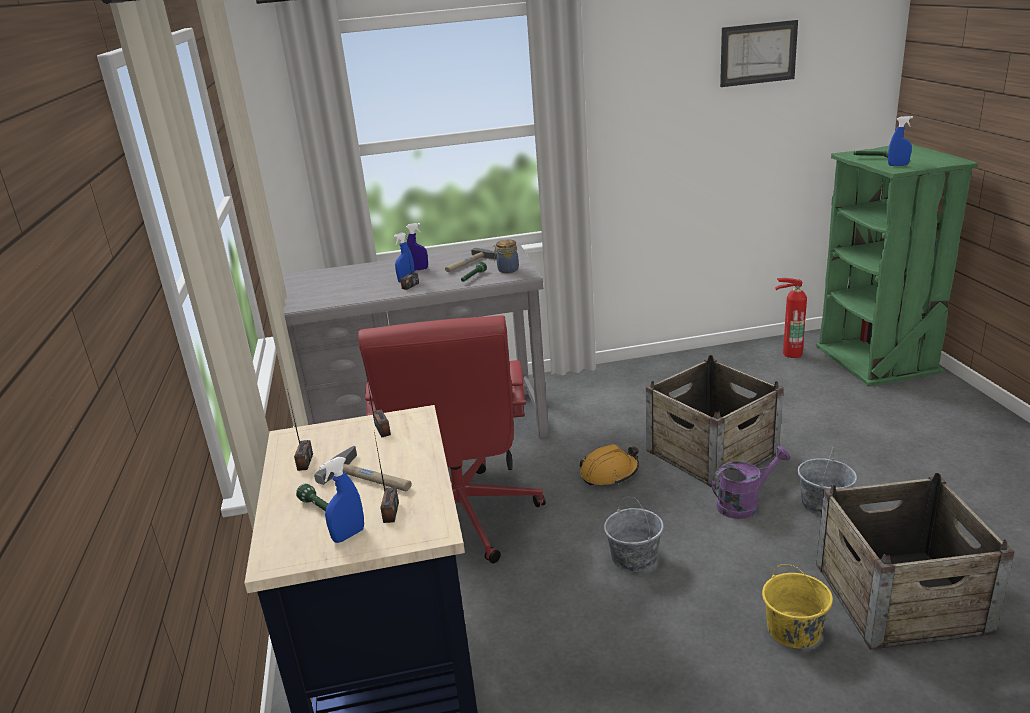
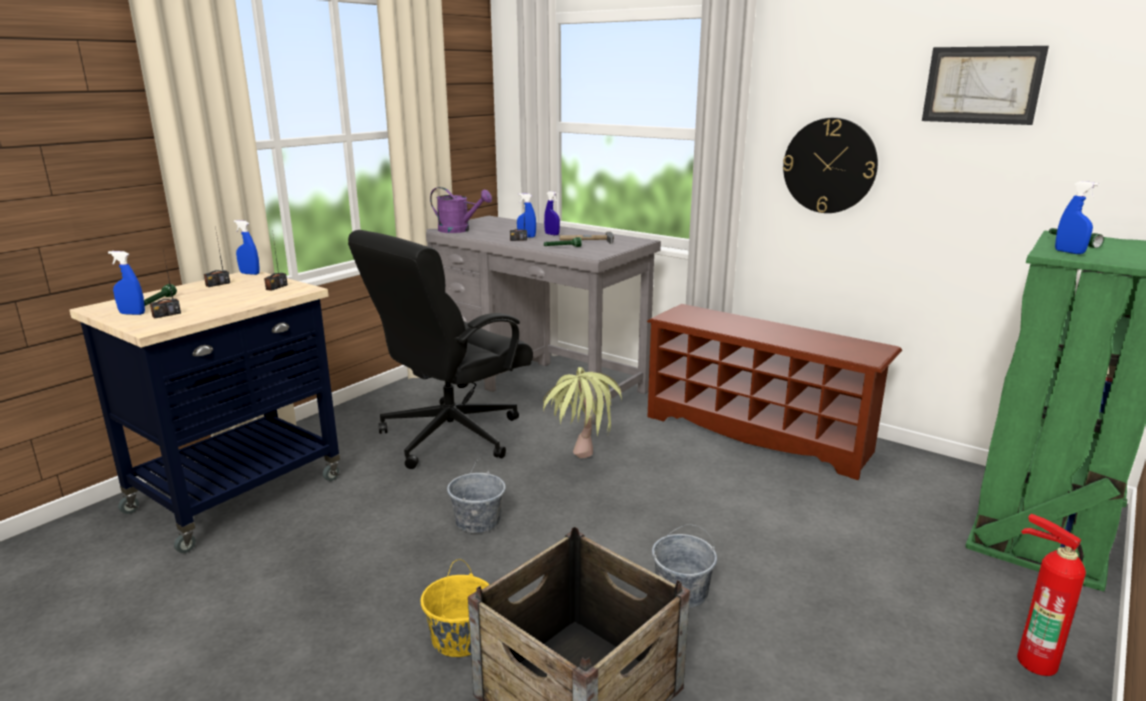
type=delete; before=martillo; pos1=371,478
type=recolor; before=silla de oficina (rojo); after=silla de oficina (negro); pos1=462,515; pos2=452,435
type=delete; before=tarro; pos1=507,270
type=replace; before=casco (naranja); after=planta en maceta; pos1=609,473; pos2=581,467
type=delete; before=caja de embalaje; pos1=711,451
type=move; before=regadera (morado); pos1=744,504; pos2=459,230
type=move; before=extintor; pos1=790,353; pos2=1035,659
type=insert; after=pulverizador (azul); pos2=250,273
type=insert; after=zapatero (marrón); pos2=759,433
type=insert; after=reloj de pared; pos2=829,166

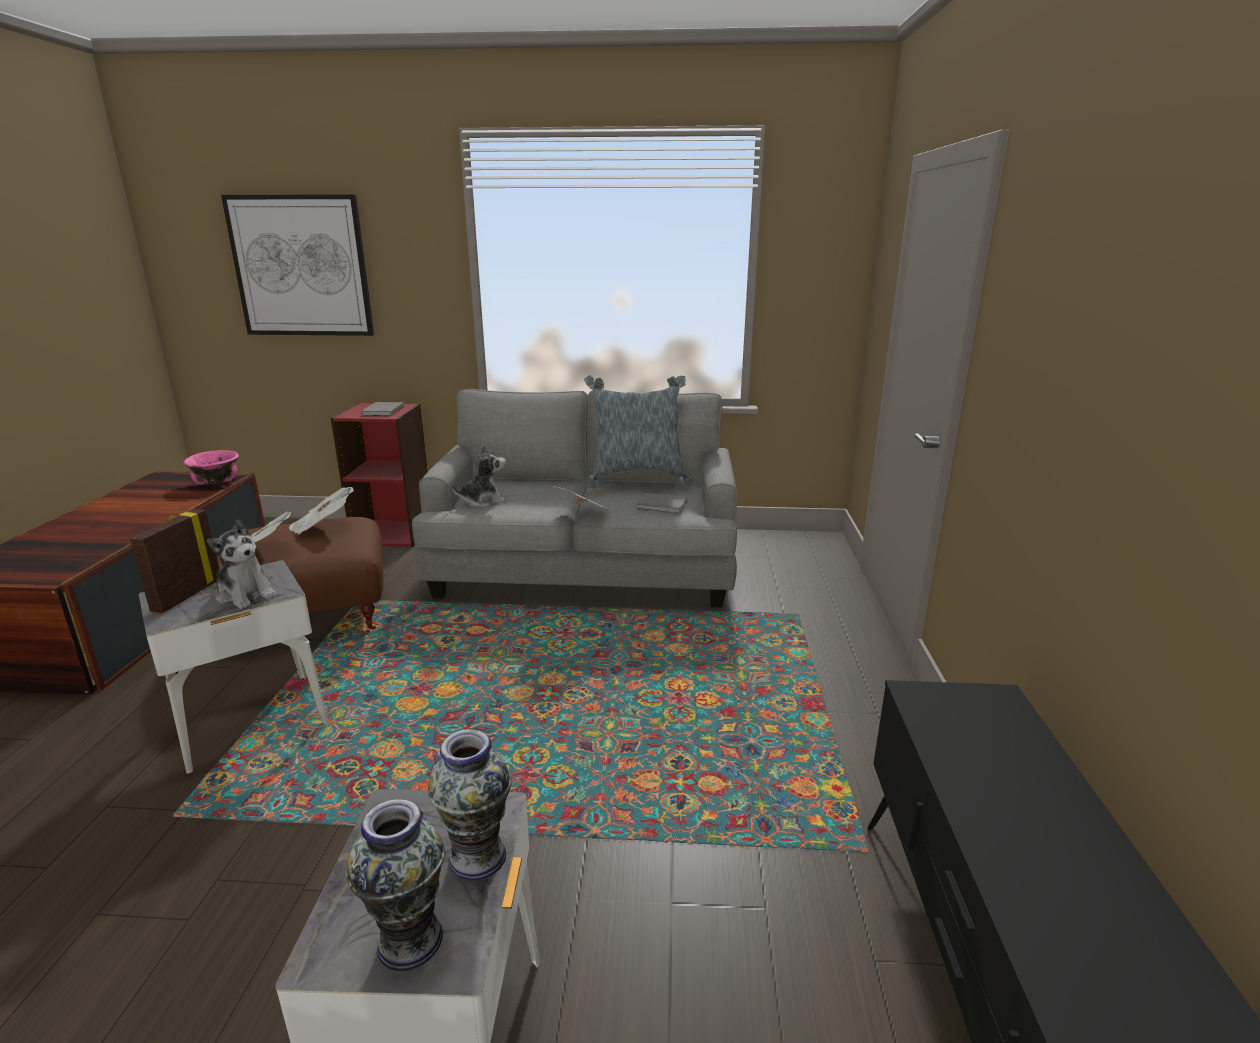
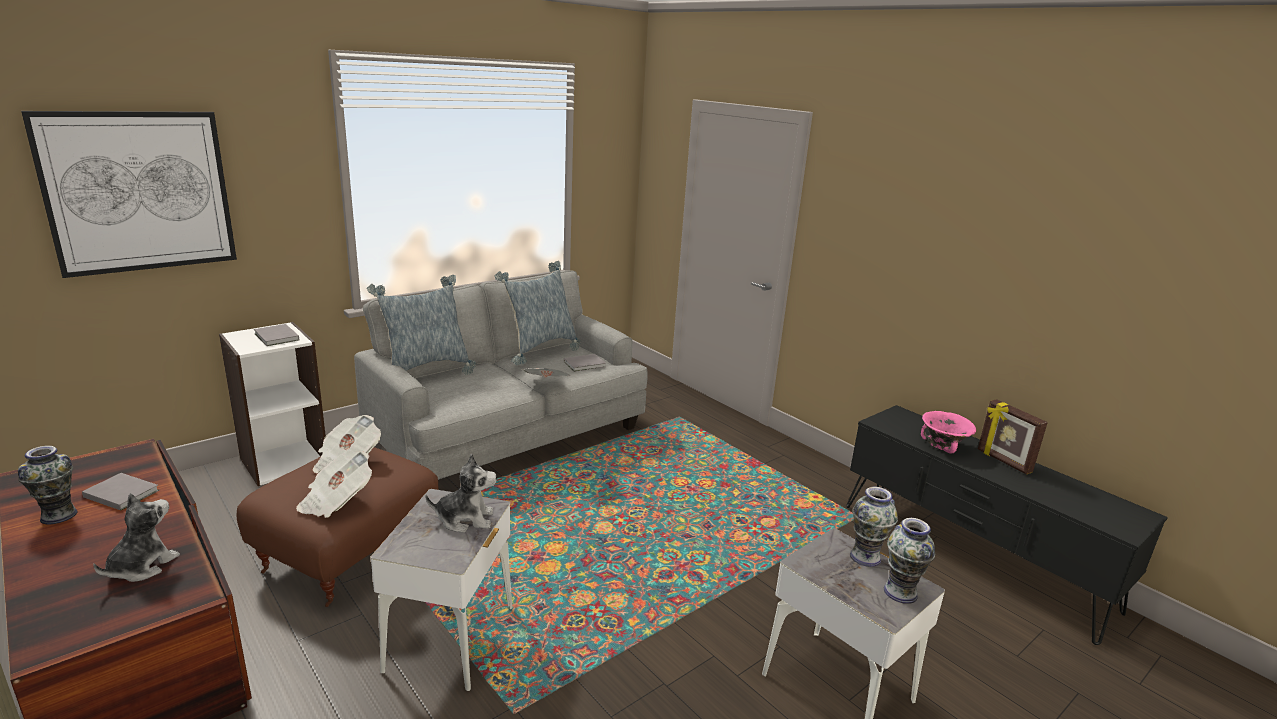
type=move; before=portarretratos; pos1=186,595; pos2=1003,461
type=move; before=cuenco (rosa); pos1=217,482; pos2=942,446
type=recolor; before=estantería (rojo); after=estantería (blanco); pos1=393,533; pos2=284,461
type=move; before=peluche; pos1=483,501; pos2=142,566
type=insert; after=florero; pos2=59,516
type=insert; after=libro (gris); pos2=121,493
type=insert; after=cojín; pos2=424,376

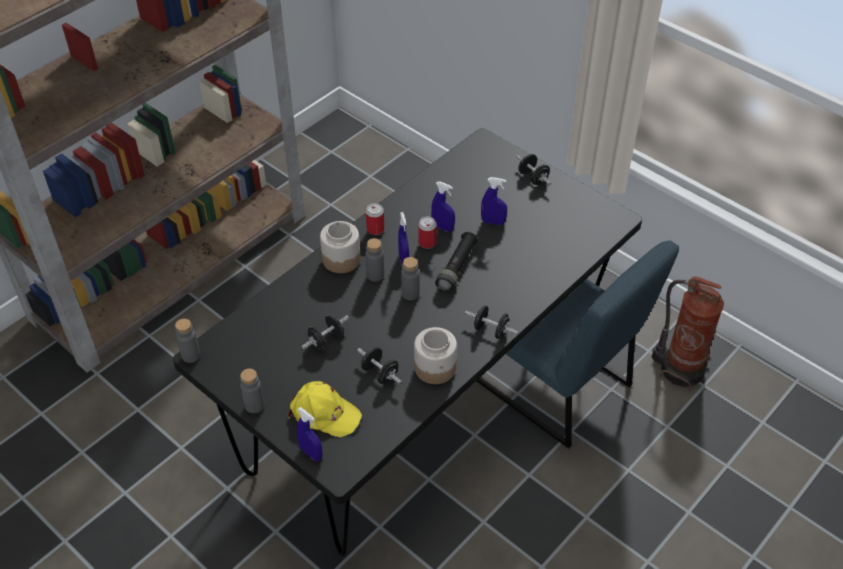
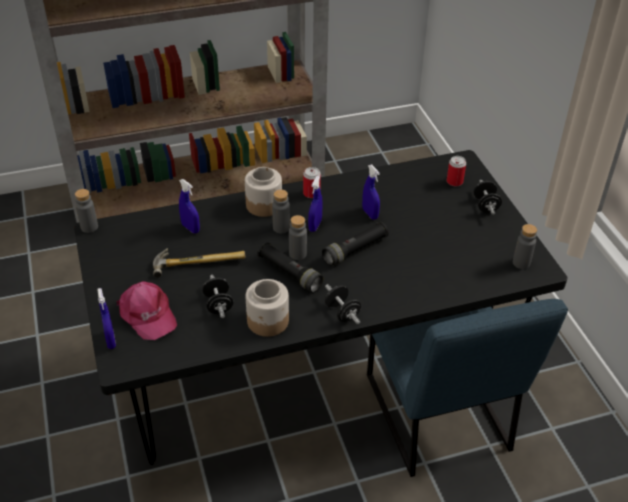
type=move; before=botella (gris); pos1=254,405; pos2=521,263
type=recolor; before=gorra (amarillo); after=gorra (rosa); pos1=323,413; pos2=147,315
type=replace; before=mancuerna (negro); after=martillo; pos1=326,340; pos2=198,261
type=move; before=lata; pos1=427,242; pos2=454,182
type=move; before=pulverizador (azul); pos1=493,222; pos2=190,228
type=delete; before=extintor; pos1=680,368
type=insert; after=linterna (negro); pos2=290,273

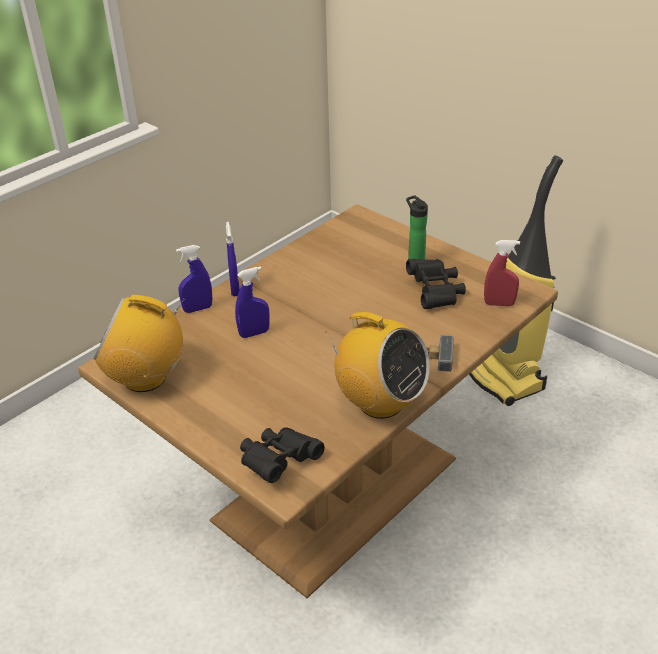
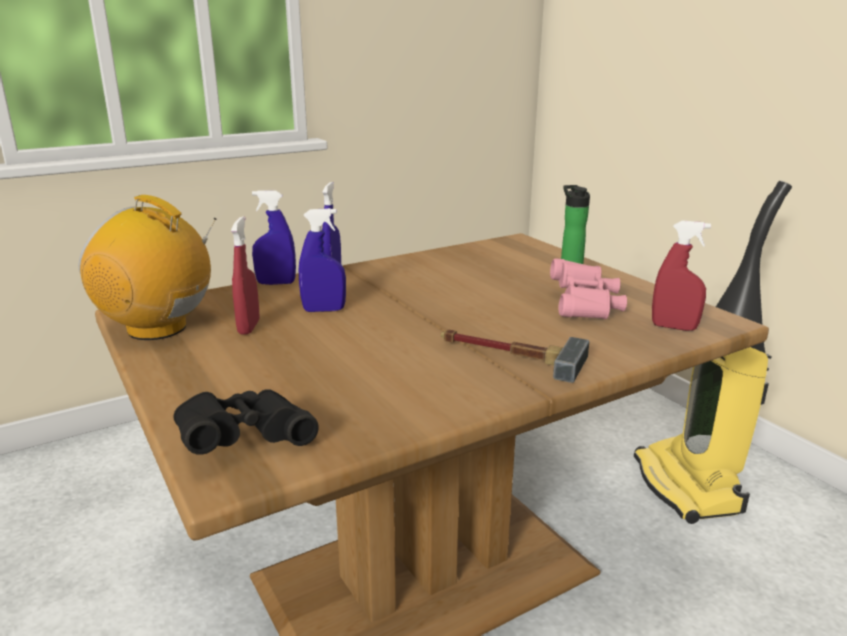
type=delete; before=radio; pos1=380,403
type=recolor; before=prismáticos (negro); after=prismáticos (rosa); pos1=435,293; pos2=585,307
type=insert; after=pulverizador (rojo); pos2=249,327

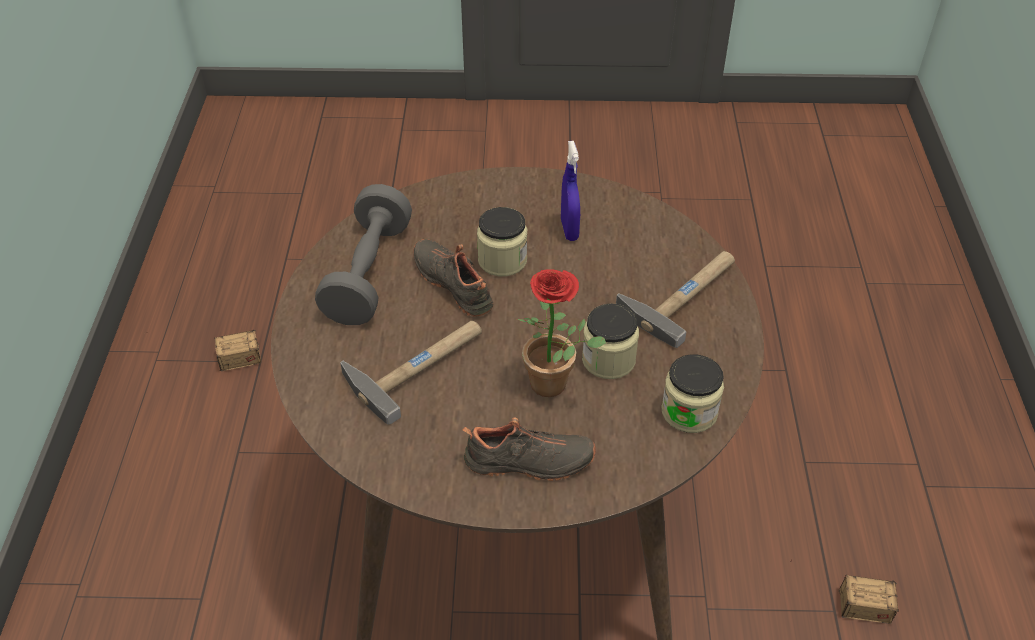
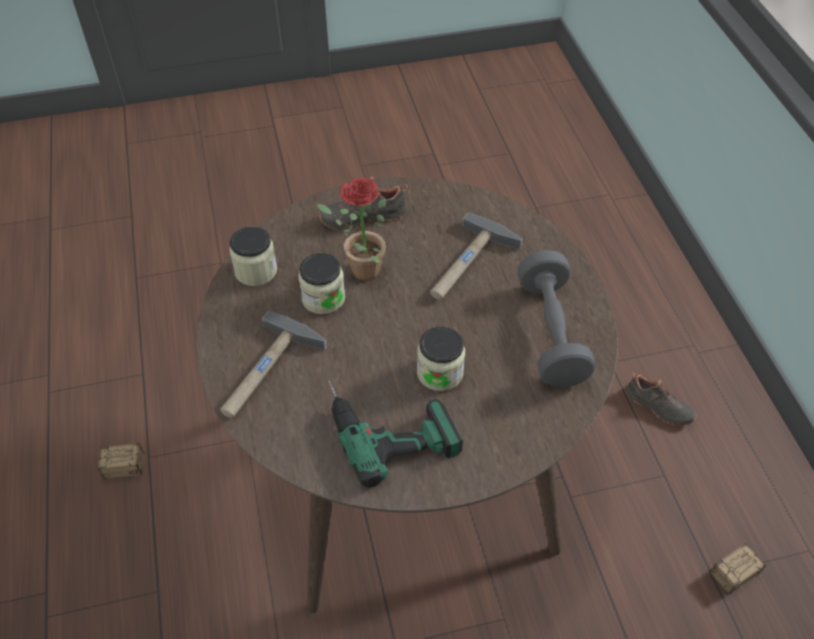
type=move; before=zapato (negro); pos1=455,283; pos2=658,407
type=replace; before=pulverizador (azul); after=taladro; pos1=569,230; pos2=388,423

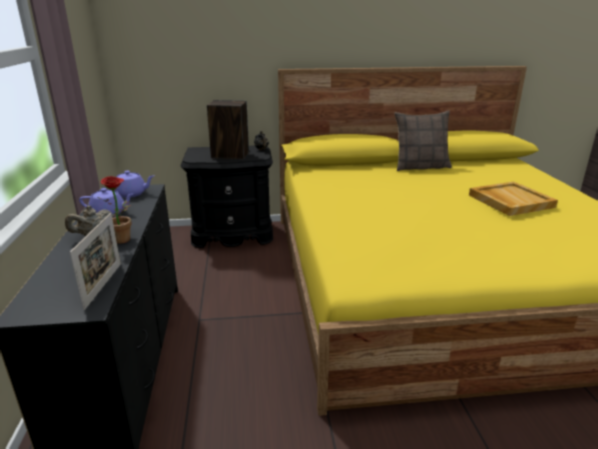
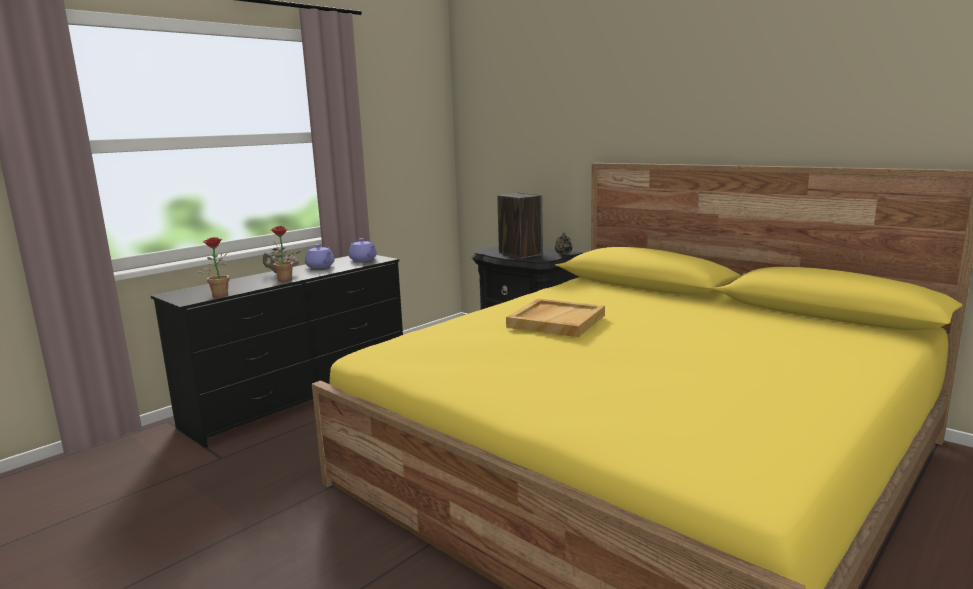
type=replace; before=portarretratos; after=planta en maceta; pos1=103,285; pos2=219,294
type=delete; before=cojín; pos1=420,167
type=move; before=bandeja (beis); pos1=510,201; pos2=556,321

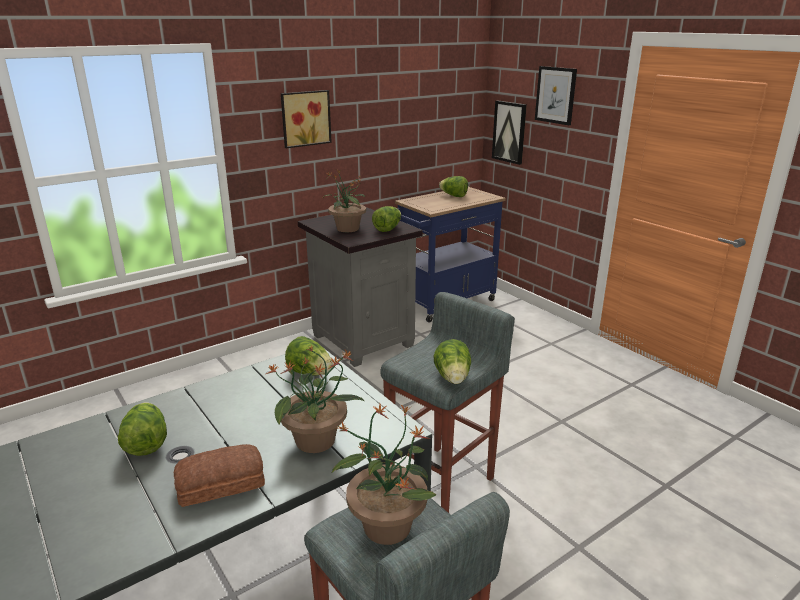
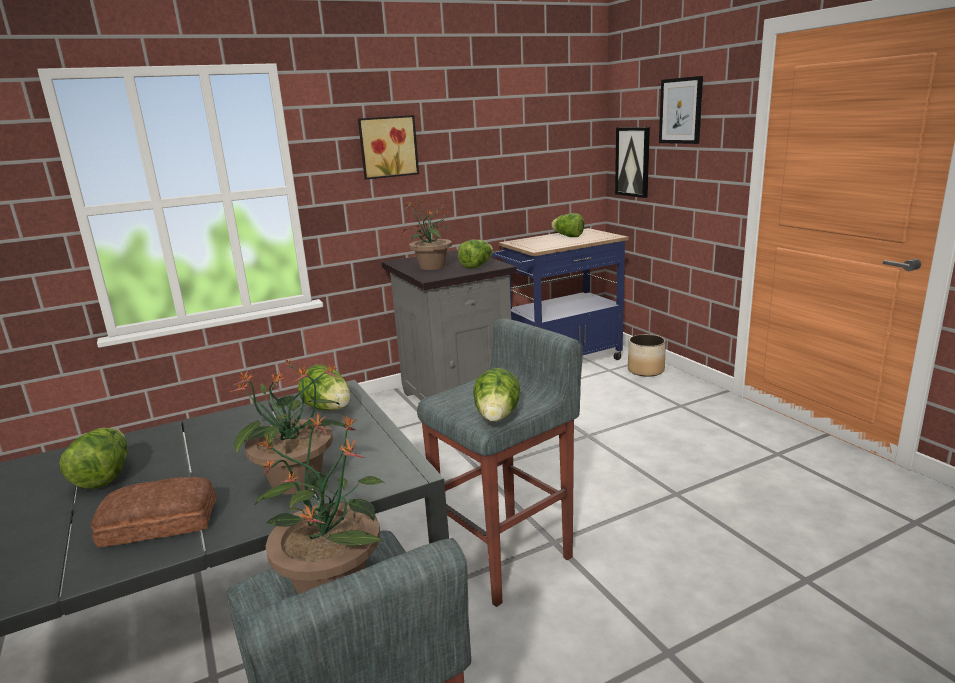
type=insert; after=maceta; pos2=646,370

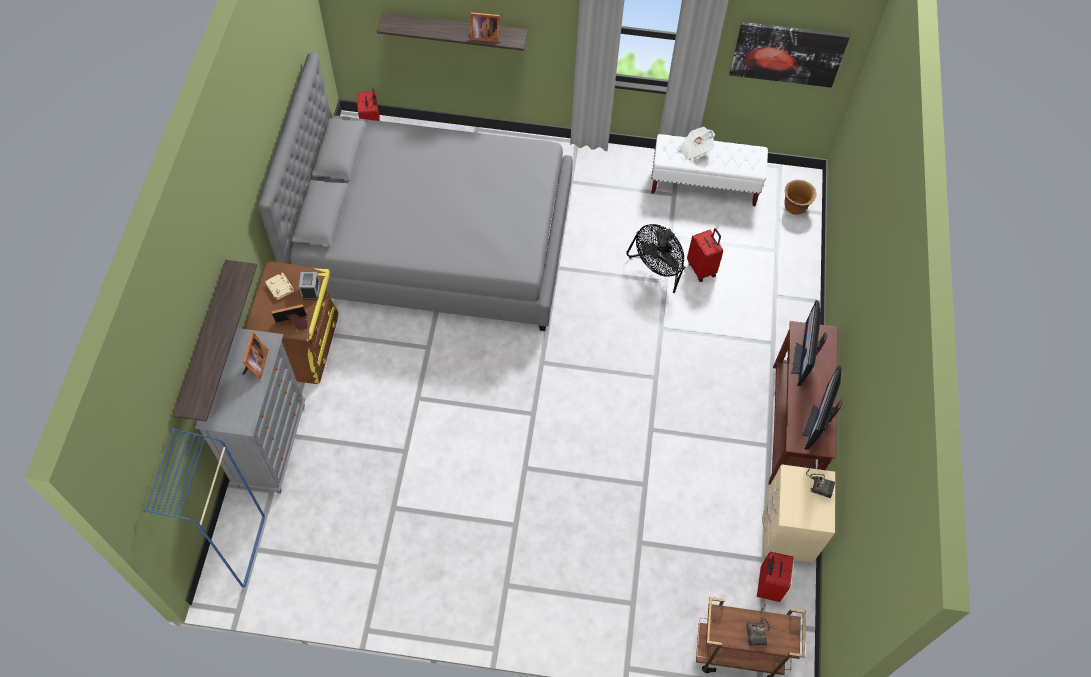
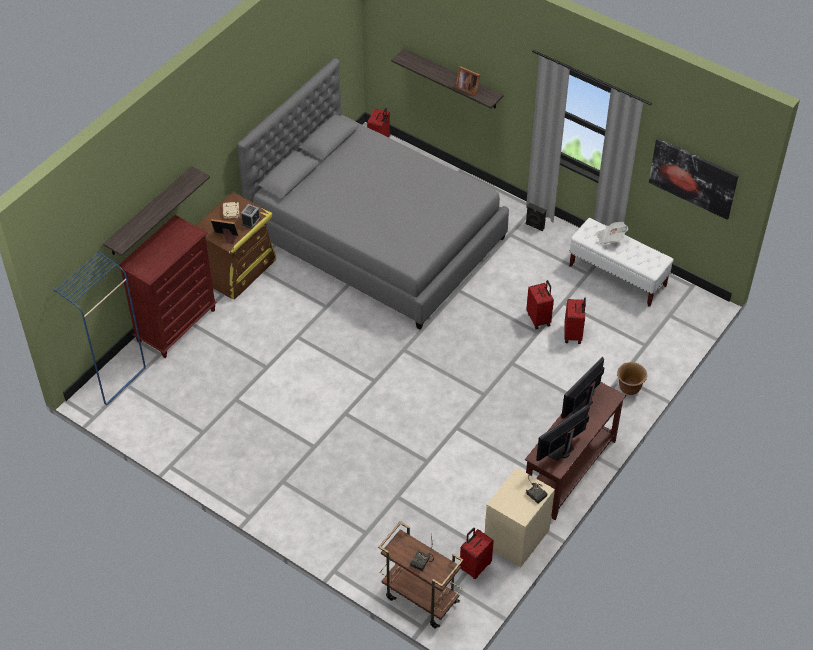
type=recolor; before=cómoda (gris); after=cómoda (rojo); pos1=271,445; pos2=177,325
type=delete; before=portarretratos; pos1=256,364
type=replace; before=ventilador (negro); after=maleta (rojo); pos1=658,266; pos2=539,319
type=move; before=maceta (marrón); pos1=794,207; pos2=629,388
type=insert; after=altavoz (negro); pos2=534,226

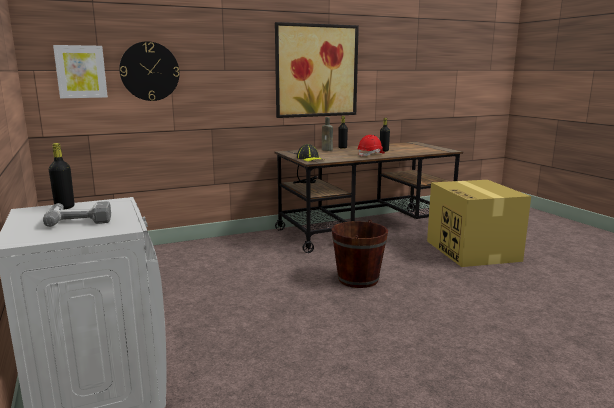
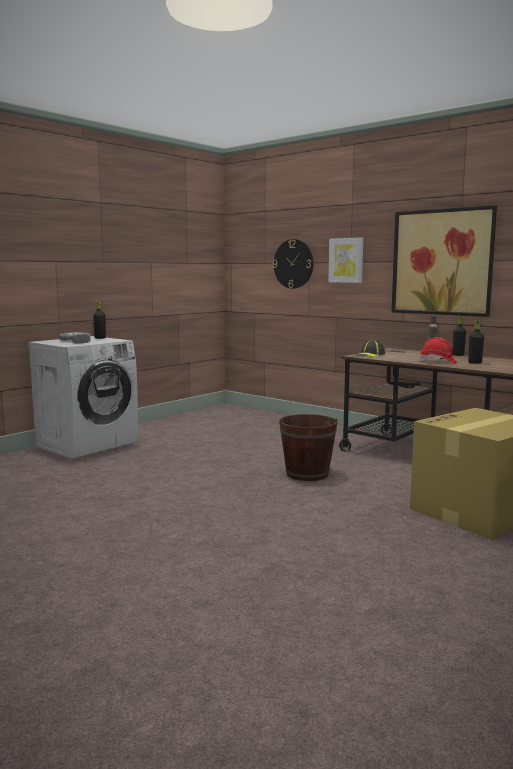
type=move; before=cuadro; pos1=81,71; pos2=346,260

